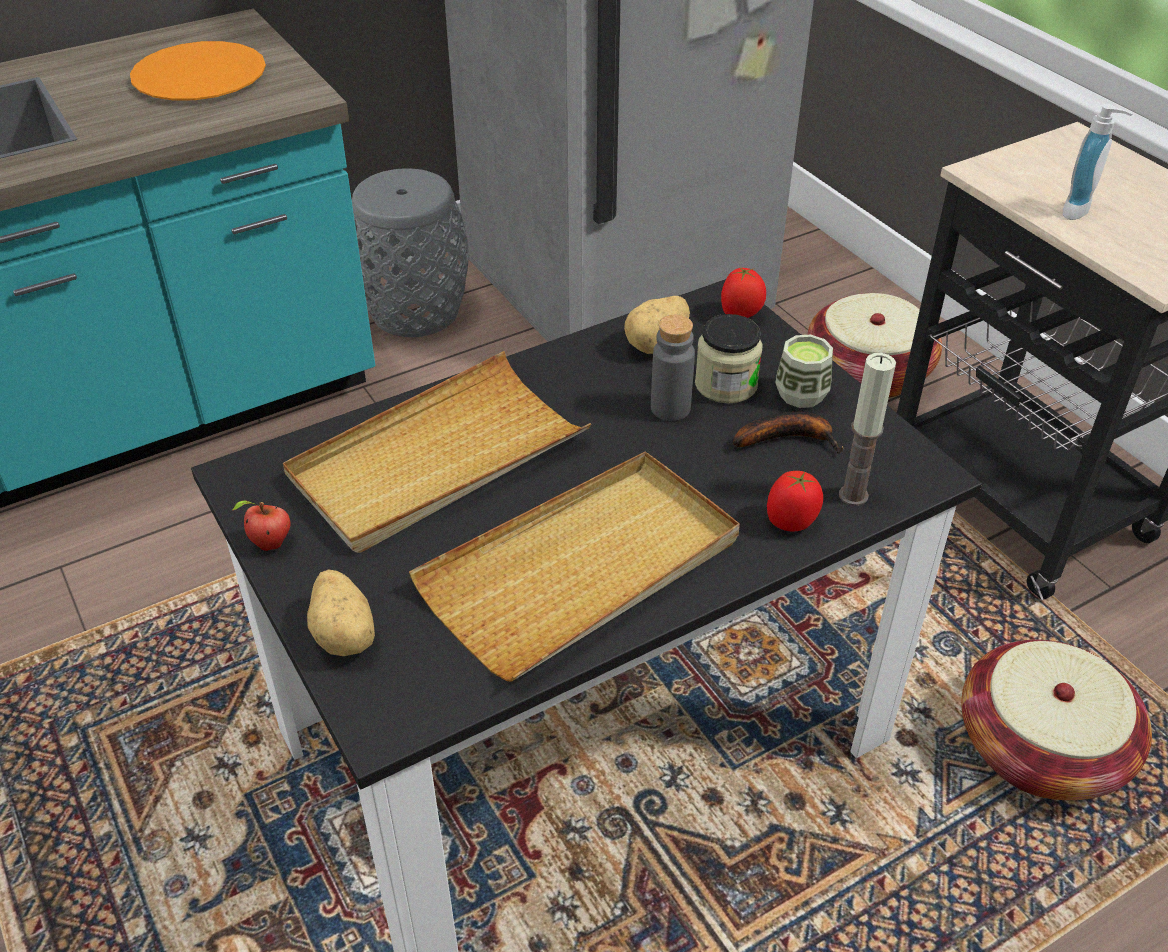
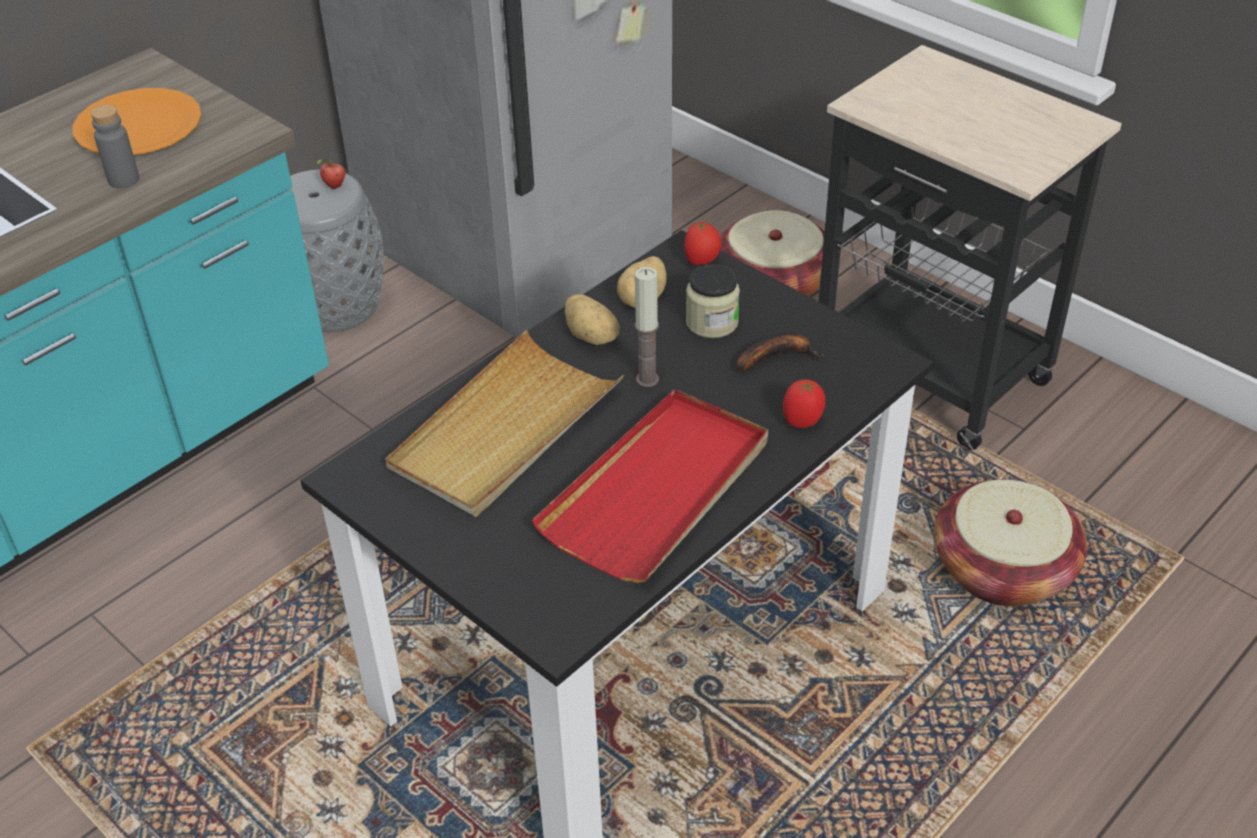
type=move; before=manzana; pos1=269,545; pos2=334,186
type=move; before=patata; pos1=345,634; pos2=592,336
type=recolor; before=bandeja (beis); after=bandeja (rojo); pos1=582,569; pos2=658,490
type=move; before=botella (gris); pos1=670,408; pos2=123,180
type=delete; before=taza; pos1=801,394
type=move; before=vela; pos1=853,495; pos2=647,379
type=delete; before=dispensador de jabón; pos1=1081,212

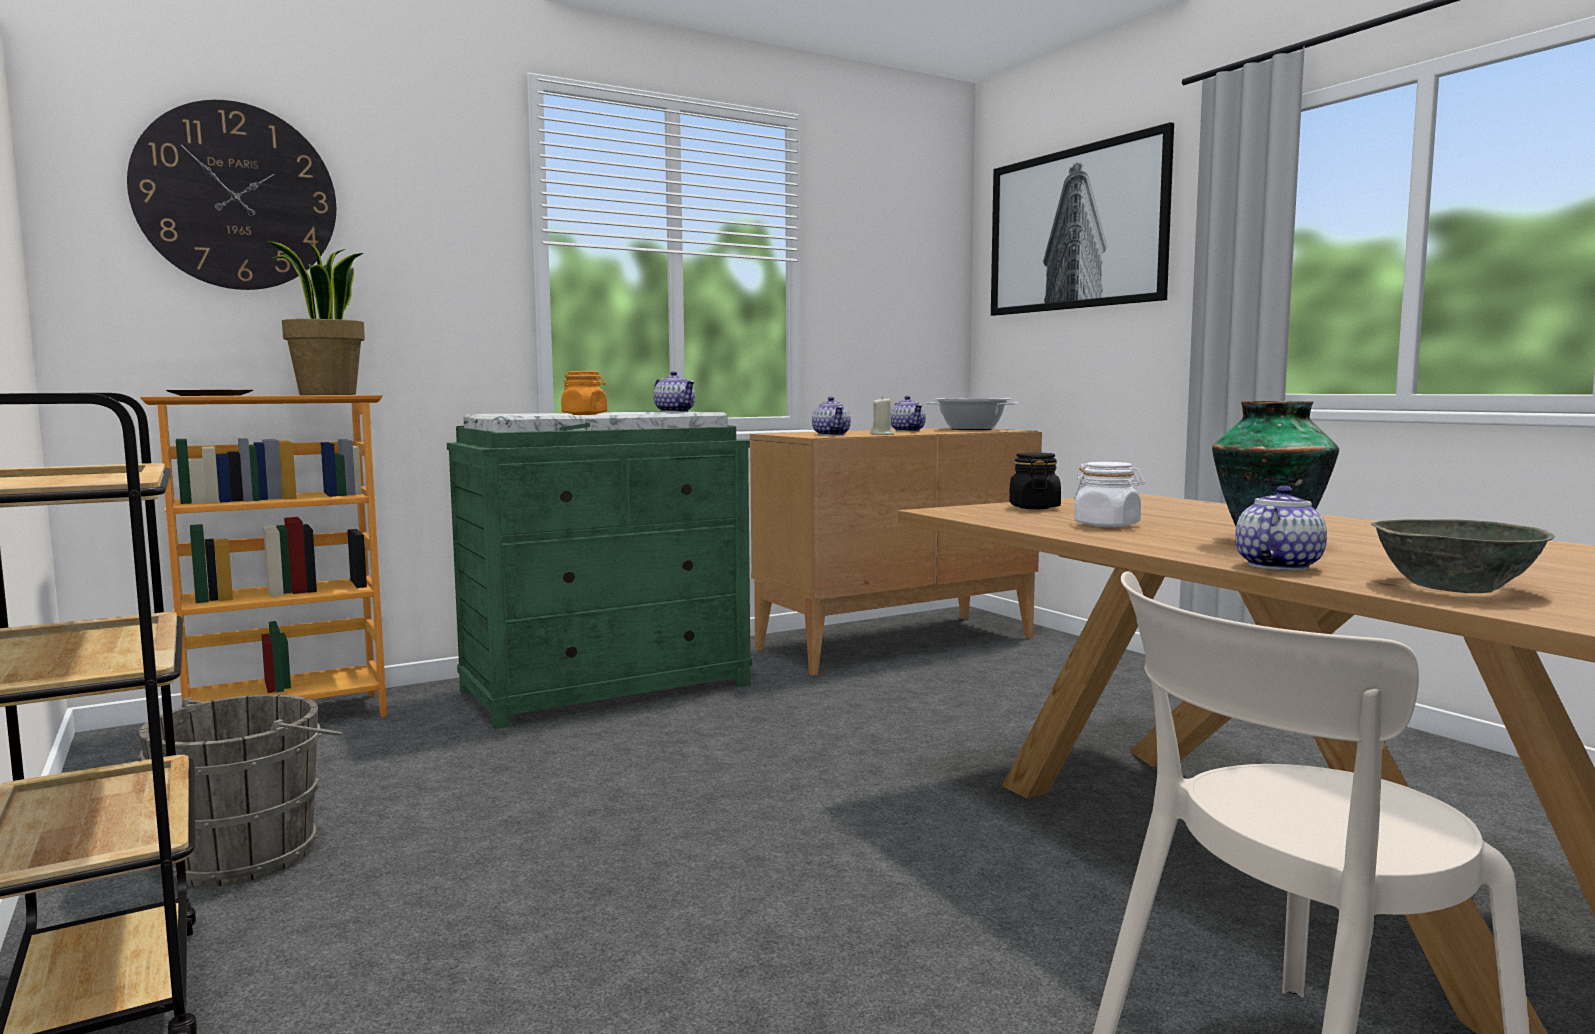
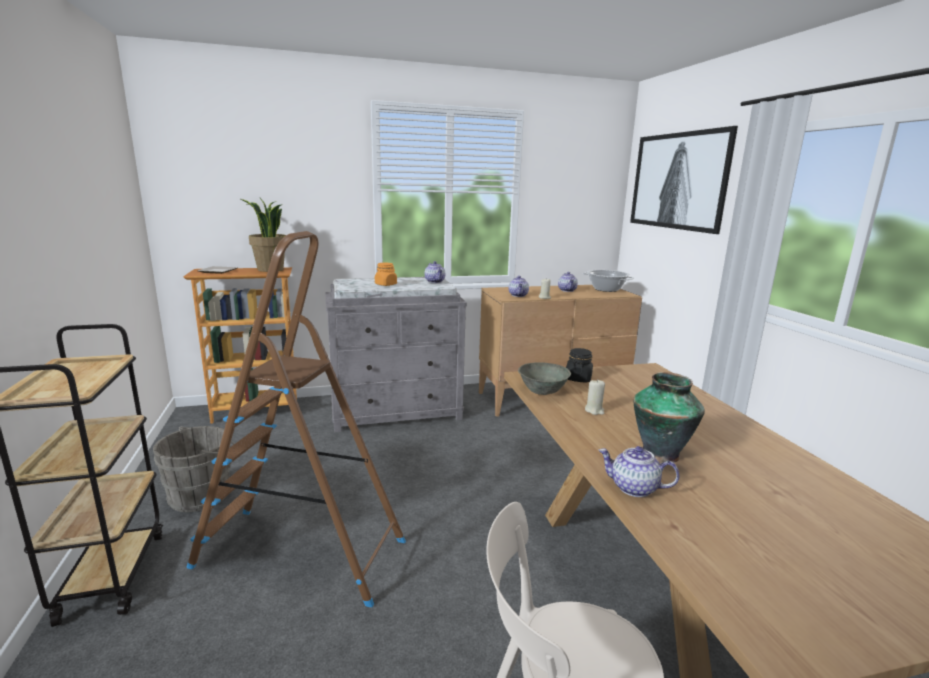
type=delete; before=reloj de pared; pos1=236,196
type=recolor; before=cómoda (verde); after=cómoda (gris); pos1=607,688; pos2=396,411
type=replace; before=tarro (blanco); after=vela (beis); pos1=1107,525; pos2=594,410
type=rotate; before=tetera; pos1=1277,566; pos2=633,488; turn=-120
type=move; before=cuenco (gris); pos1=1451,587; pos2=542,390
type=insert; after=escalera de tijera (marrón); pos2=299,554

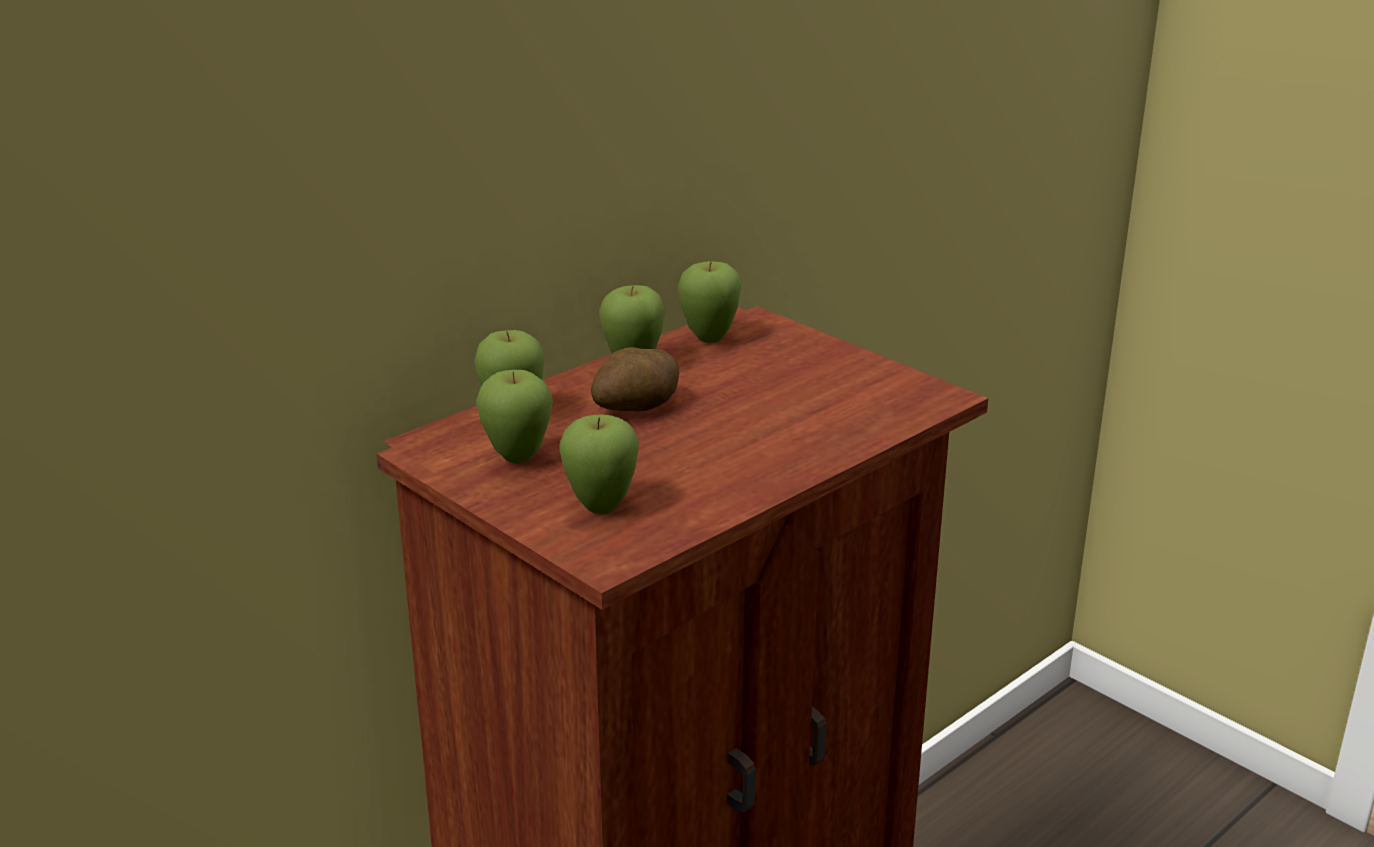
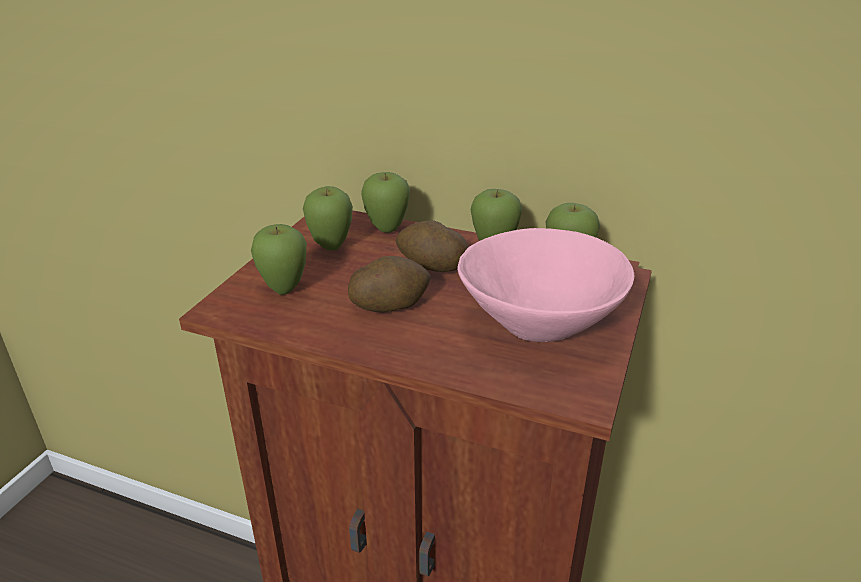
type=insert; after=patata; pos2=390,304
type=insert; after=cuenco (rosa); pos2=537,323

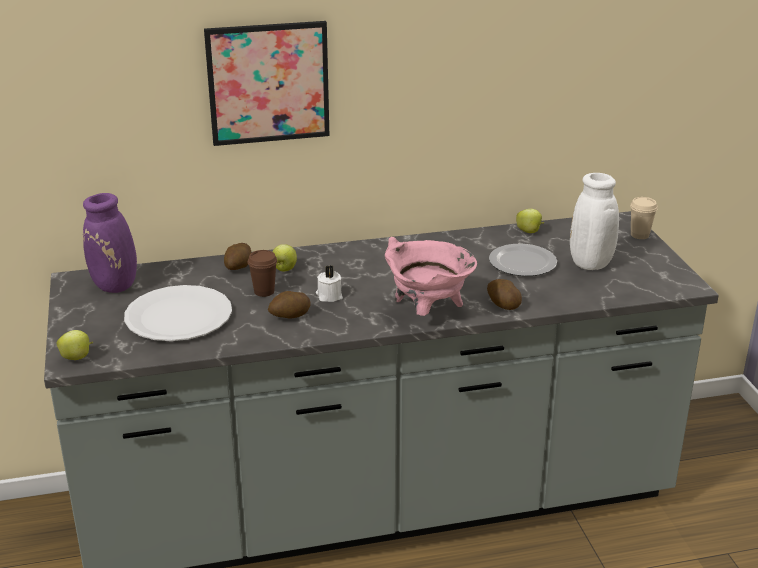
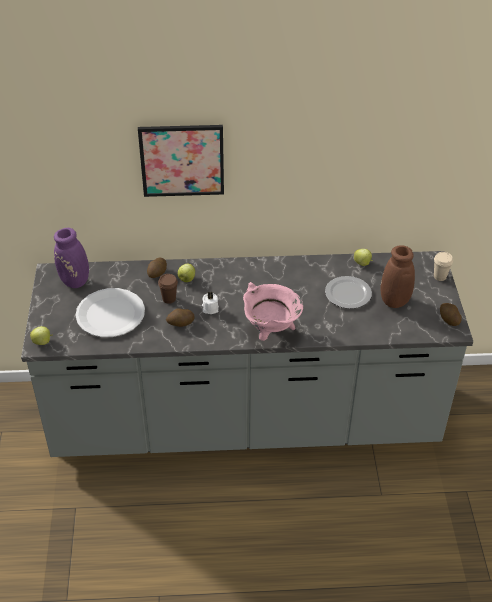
type=move; before=patata; pos1=502,304; pos2=448,319
type=recolor; before=florero (blanco); after=florero (marrón); pos1=589,266; pos2=393,303

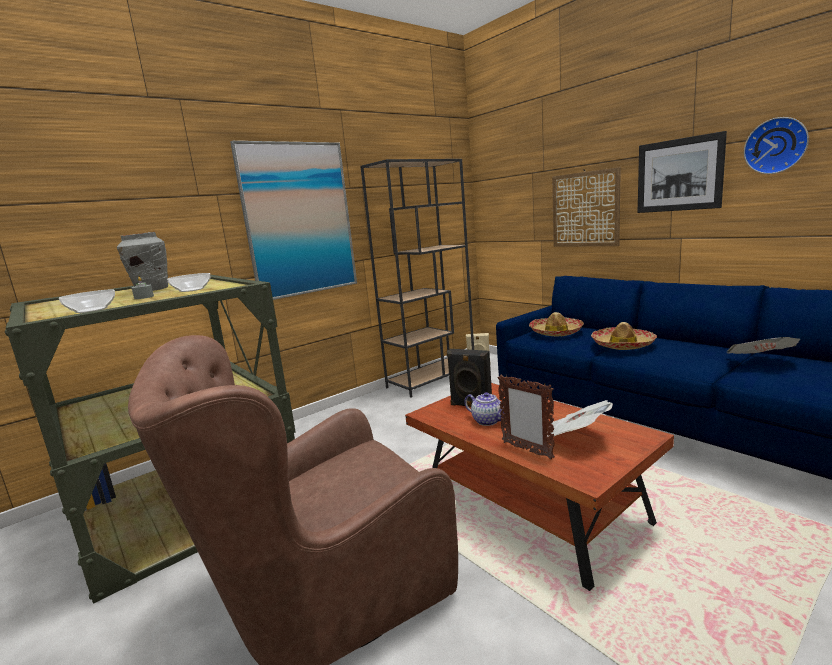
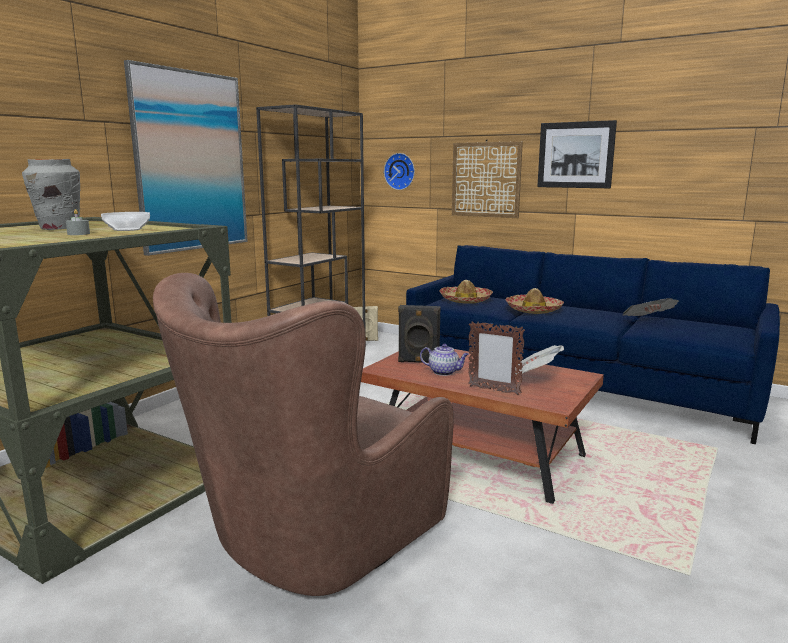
type=delete; before=cuenco; pos1=91,310
type=move; before=reloj de pared; pos1=776,146; pos2=400,171

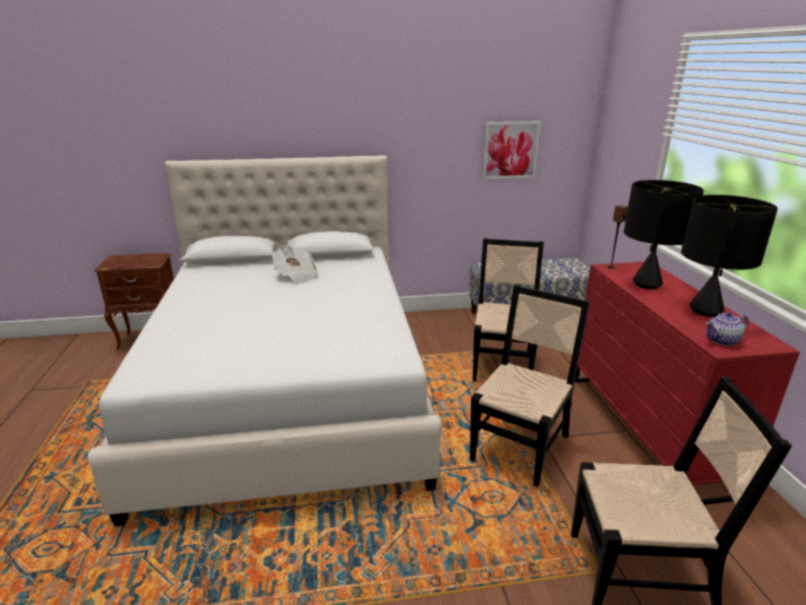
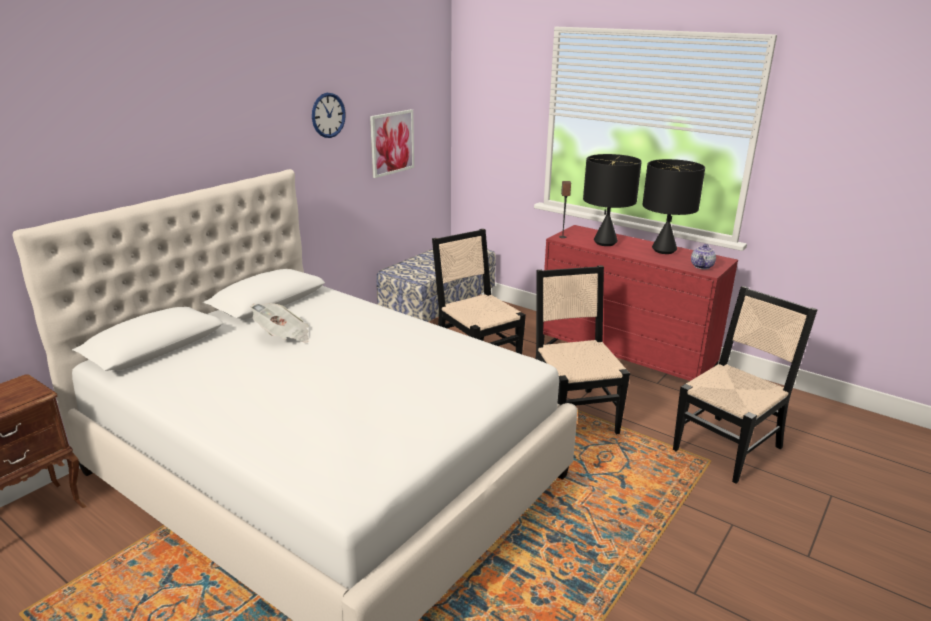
type=insert; after=reloj de pared; pos2=328,115

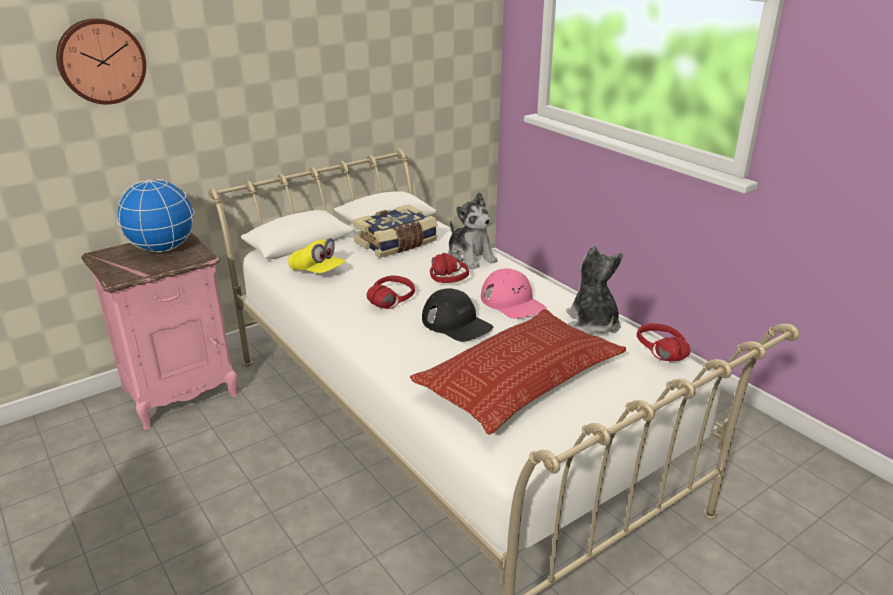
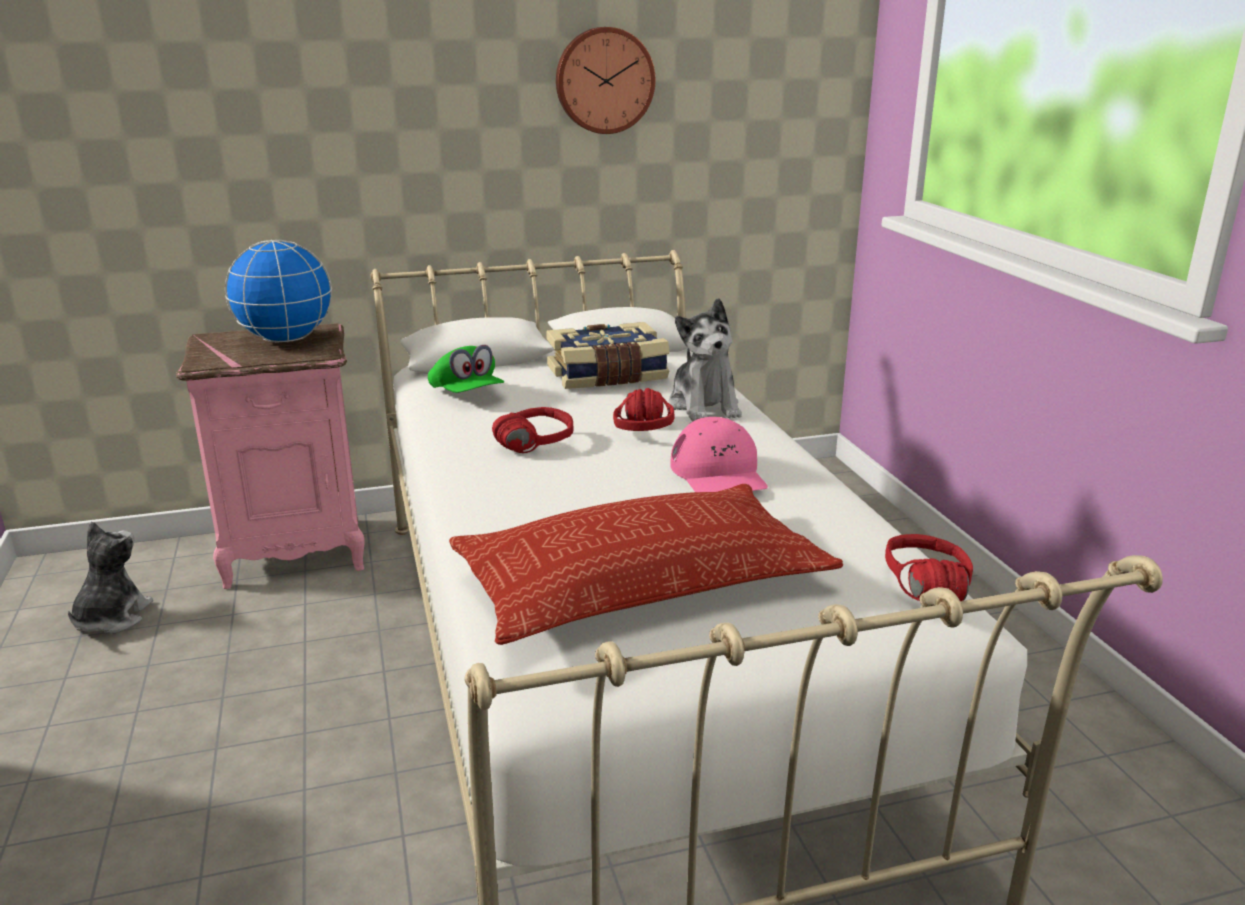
type=move; before=reloj de pared; pos1=101,61; pos2=604,80
type=recolor; before=gorra (amarillo); after=gorra (verde); pos1=317,271; pos2=466,395
type=delete; before=gorra (negro); pos1=457,323
type=move; before=peluche; pos1=592,324; pos2=111,618

